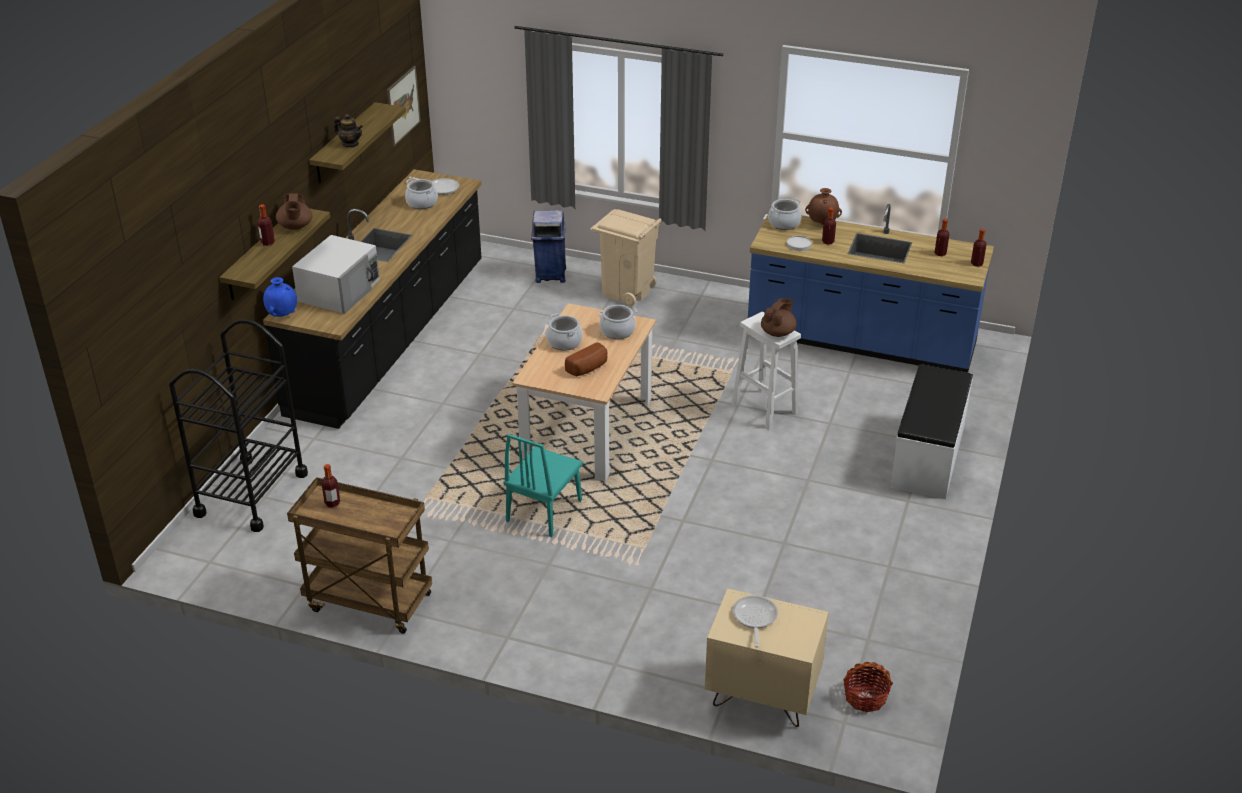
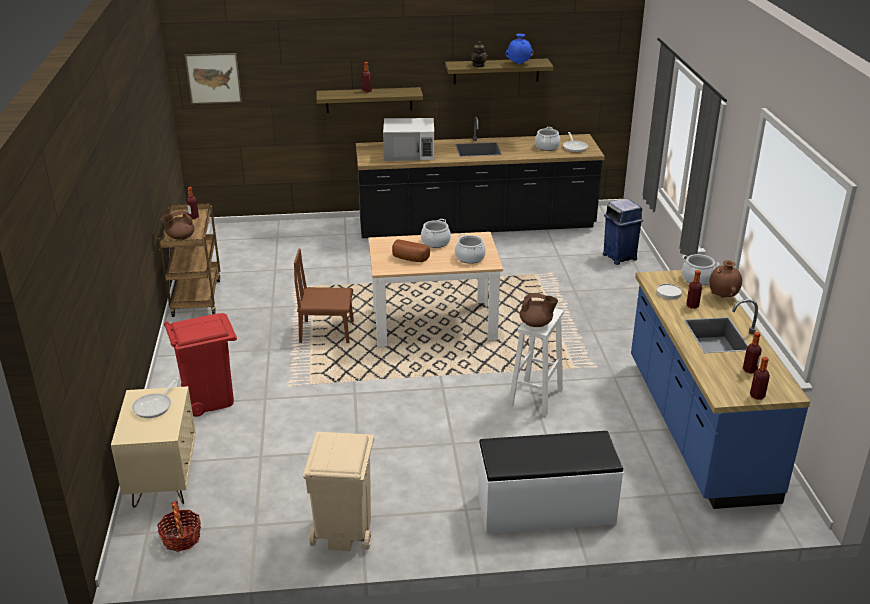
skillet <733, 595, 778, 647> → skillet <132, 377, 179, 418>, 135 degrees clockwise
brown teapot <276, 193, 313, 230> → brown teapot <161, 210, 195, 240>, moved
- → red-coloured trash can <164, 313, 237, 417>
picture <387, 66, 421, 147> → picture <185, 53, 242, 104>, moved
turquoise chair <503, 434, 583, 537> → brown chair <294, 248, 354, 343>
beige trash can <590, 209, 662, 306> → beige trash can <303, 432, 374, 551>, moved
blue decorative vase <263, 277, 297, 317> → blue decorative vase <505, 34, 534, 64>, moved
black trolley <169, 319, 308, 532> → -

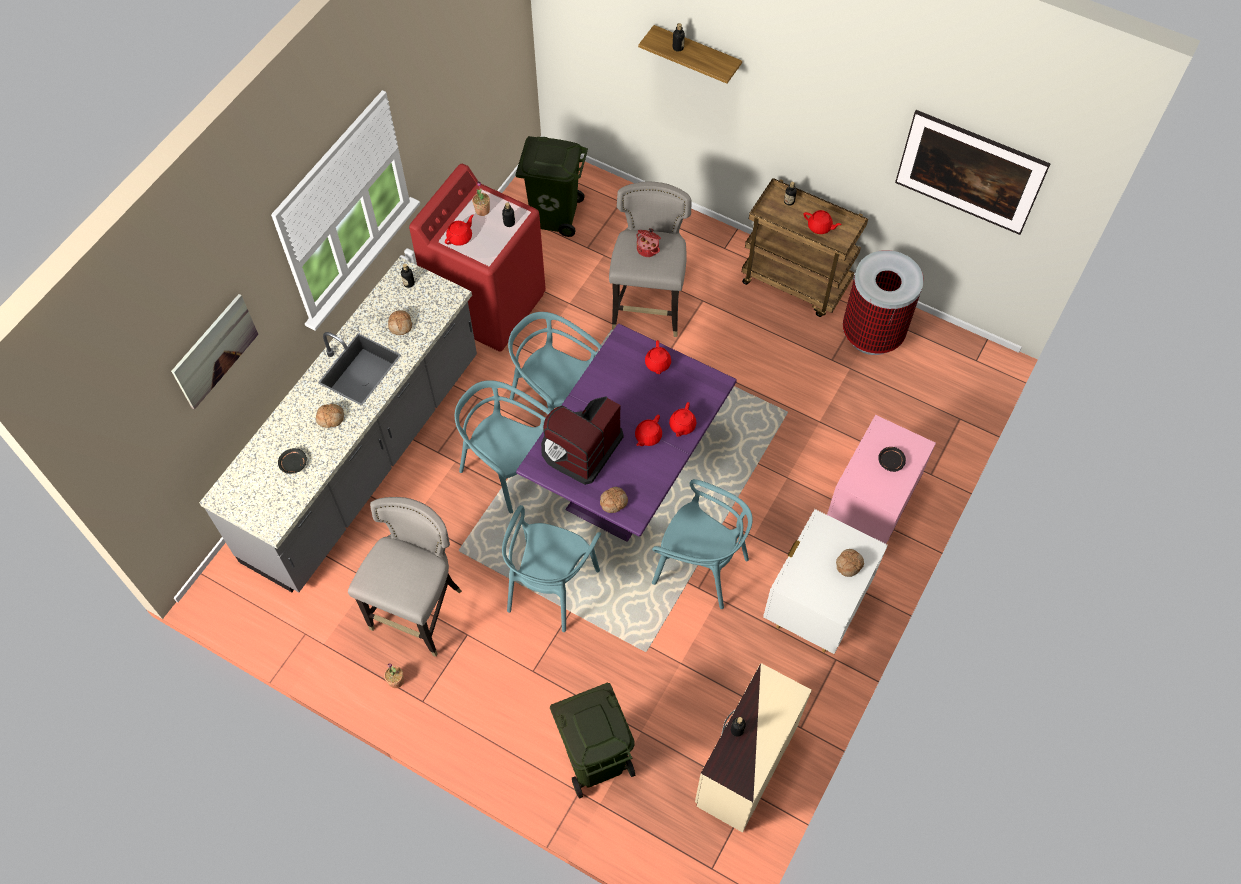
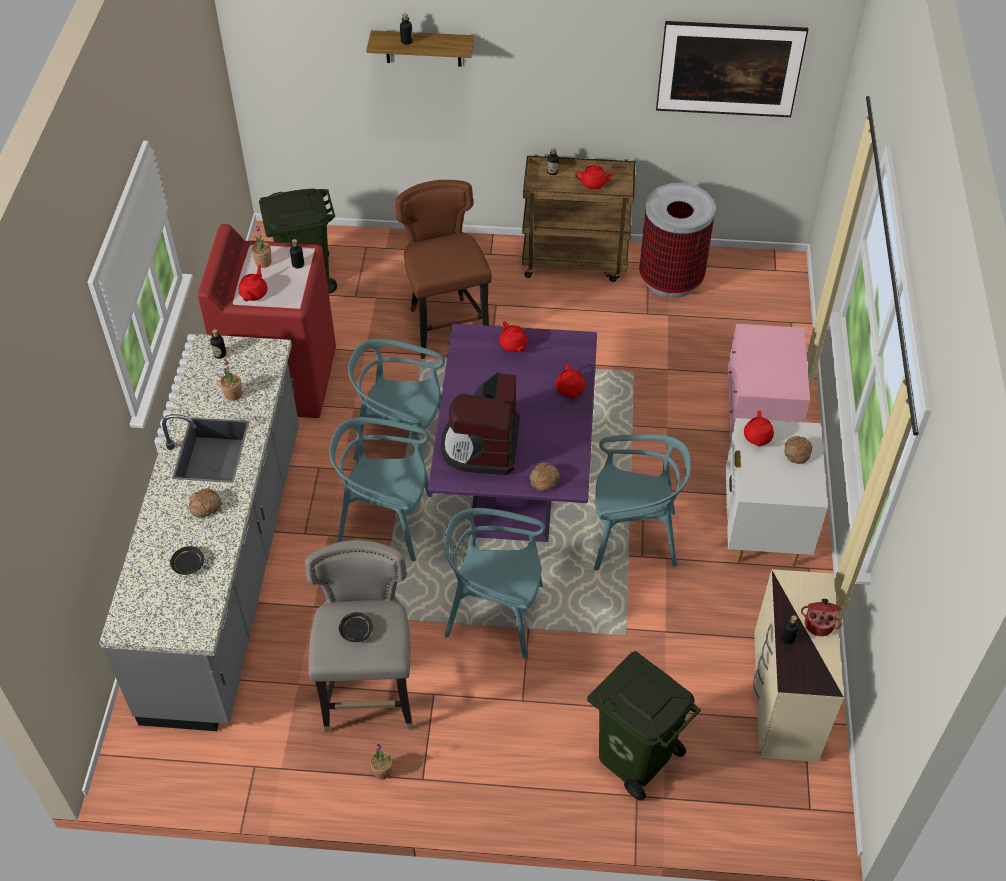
bread <388, 310, 412, 335> → plant in a pot <220, 359, 242, 401>
black dinner plate <878, 447, 906, 472> → black dinner plate <339, 612, 373, 642>, moved
grey stool <609, 182, 691, 337> → brown stool <396, 180, 492, 359>
turquoise chair <502, 505, 601, 632> → turquoise chair <444, 508, 545, 659>, 105 degrees clockwise
red-coloured teapot <635, 415, 662, 446> → red-coloured teapot <744, 411, 774, 447>, moved
saucepot <636, 228, 661, 257> → saucepot <801, 599, 842, 636>, moved
picture <171, 294, 258, 410> → -

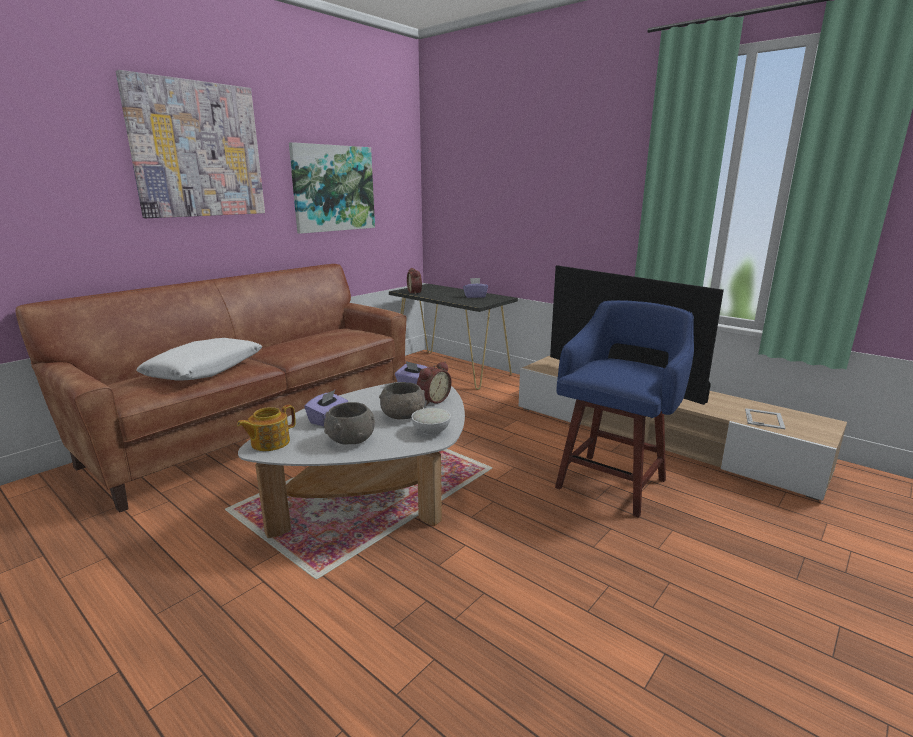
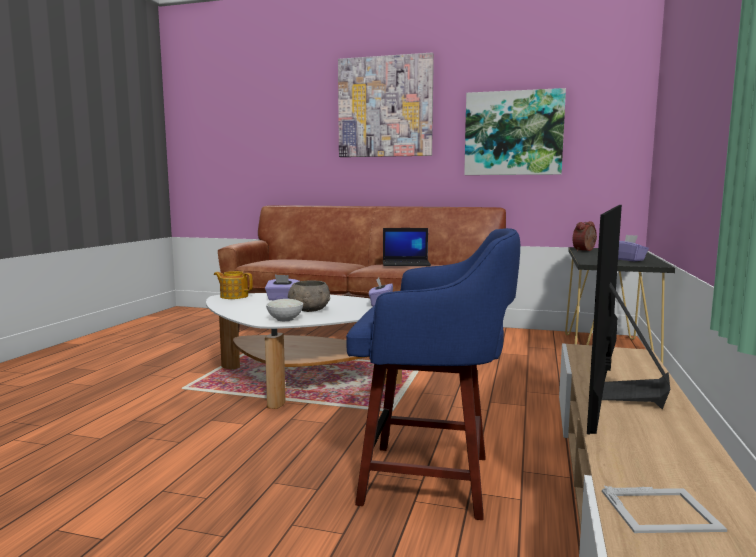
- → portable computer <383, 228, 431, 266>
white-coloured pillow <136, 338, 262, 381> → -
grey serving bowl <324, 402, 375, 444> → -
alarm clock <417, 362, 452, 406> → -

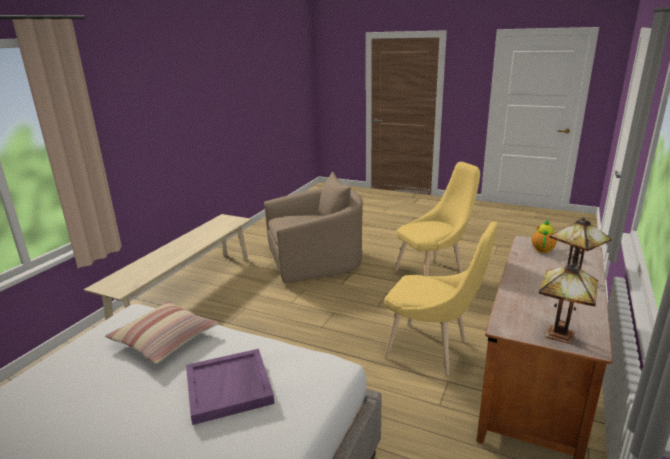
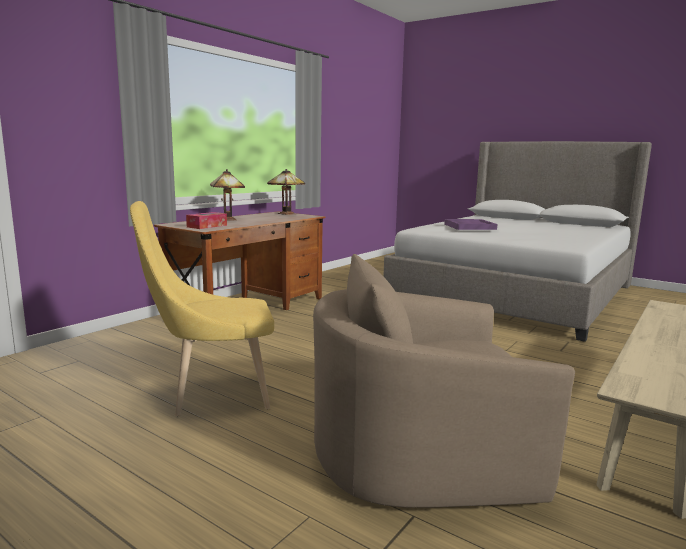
teapot <532, 219, 557, 253> → box of tissues <186, 212, 227, 229>
pillow <105, 301, 219, 364> → -
yellowish chair <384, 222, 498, 375> → -

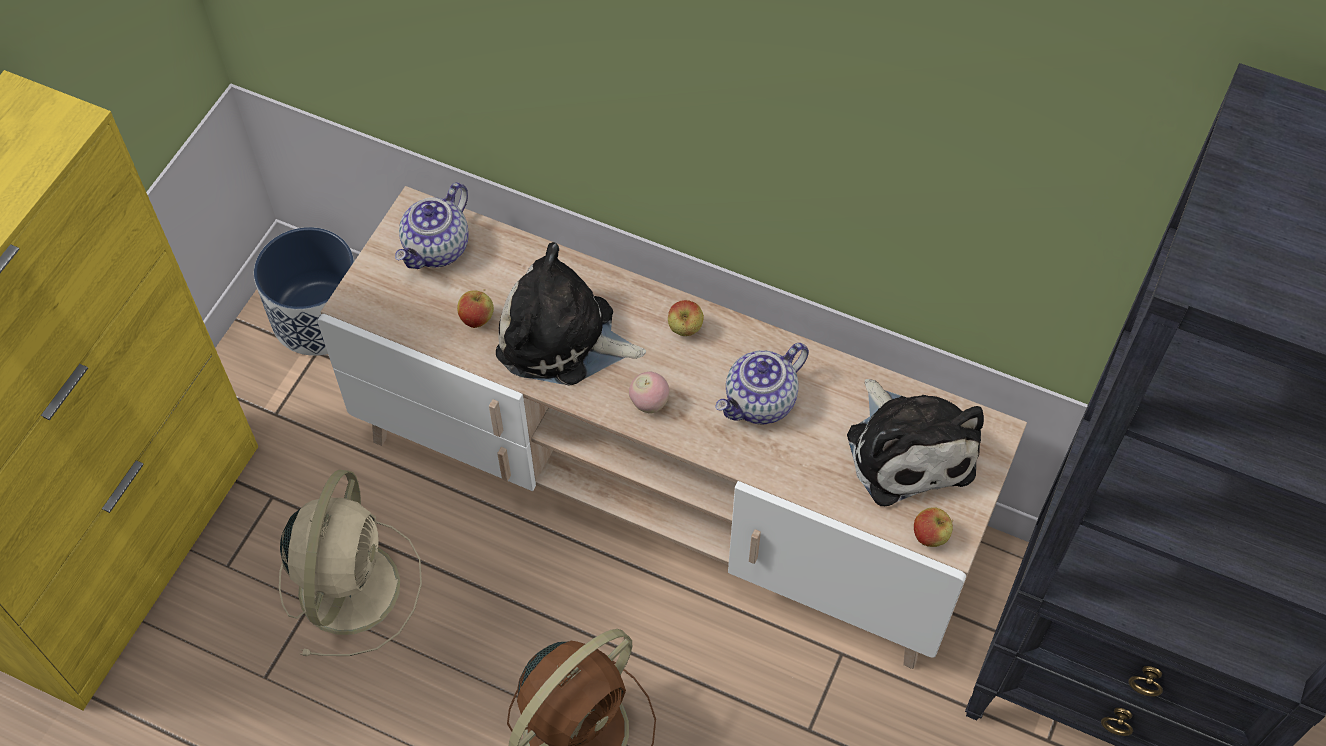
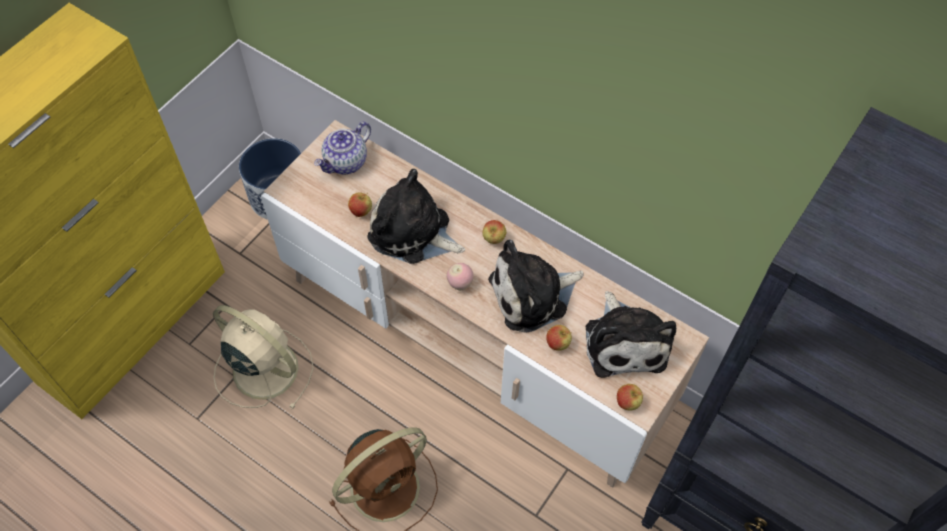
beige electric fan <279, 469, 422, 656> → beige electric fan <213, 305, 314, 410>, 75 degrees counterclockwise
teapot <715, 343, 809, 425> → soft toy <488, 239, 583, 333>
- → apple <546, 325, 572, 351>

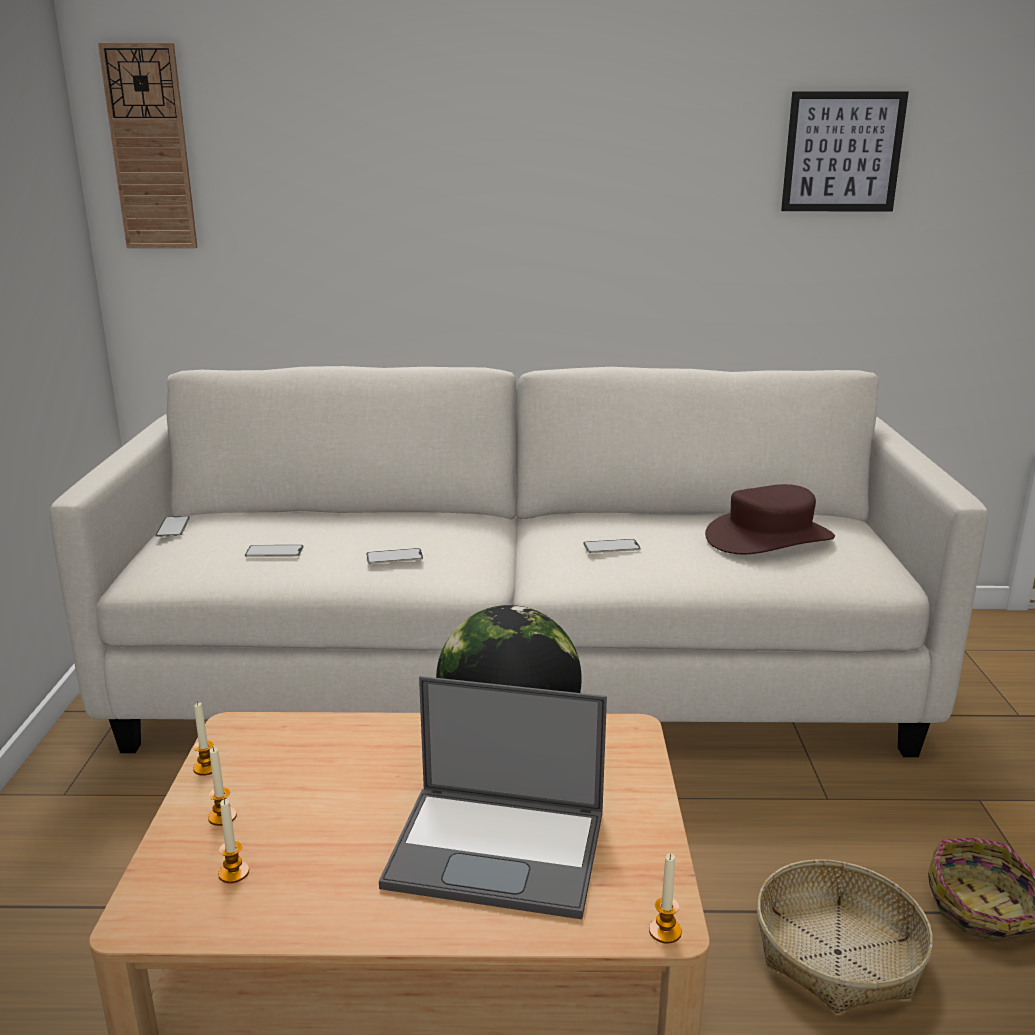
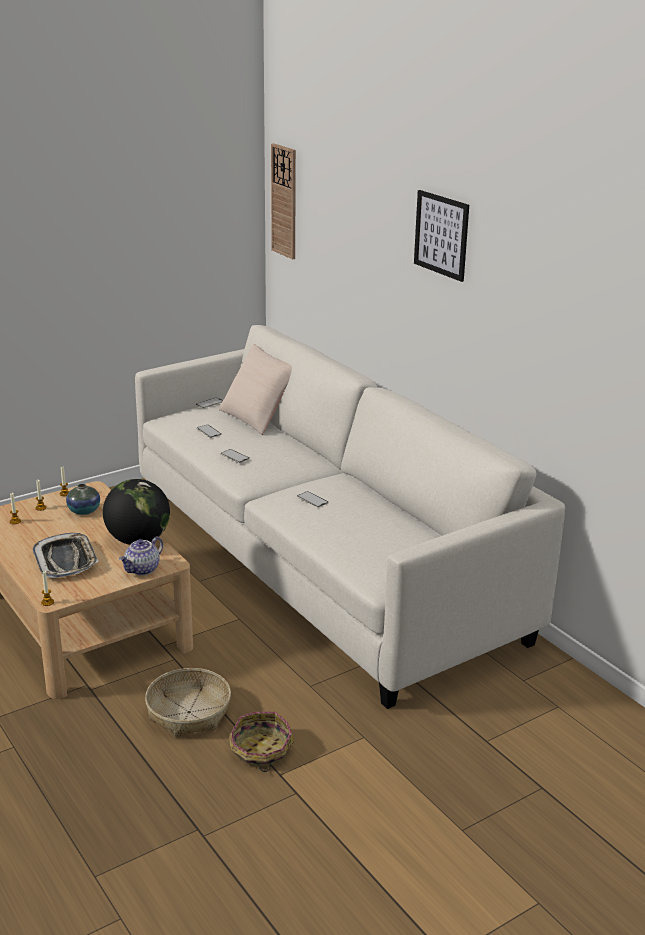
portable computer <379, 676, 607, 919> → tray <33, 533, 98, 578>
- → decorative vase <66, 484, 100, 515>
- → teapot <119, 536, 163, 576>
- → beige pillow <219, 344, 292, 435>
picture <781, 91, 909, 211> → picture <414, 190, 469, 282>, moved
brown wearable hat <705, 484, 835, 554> → -

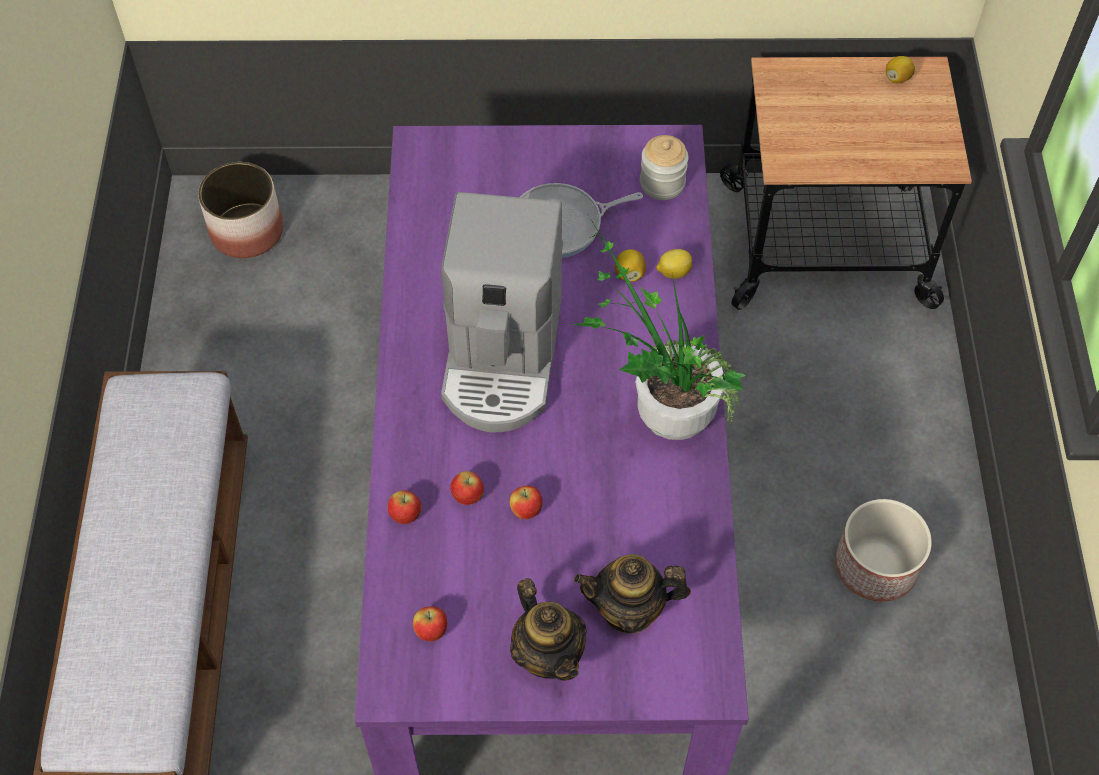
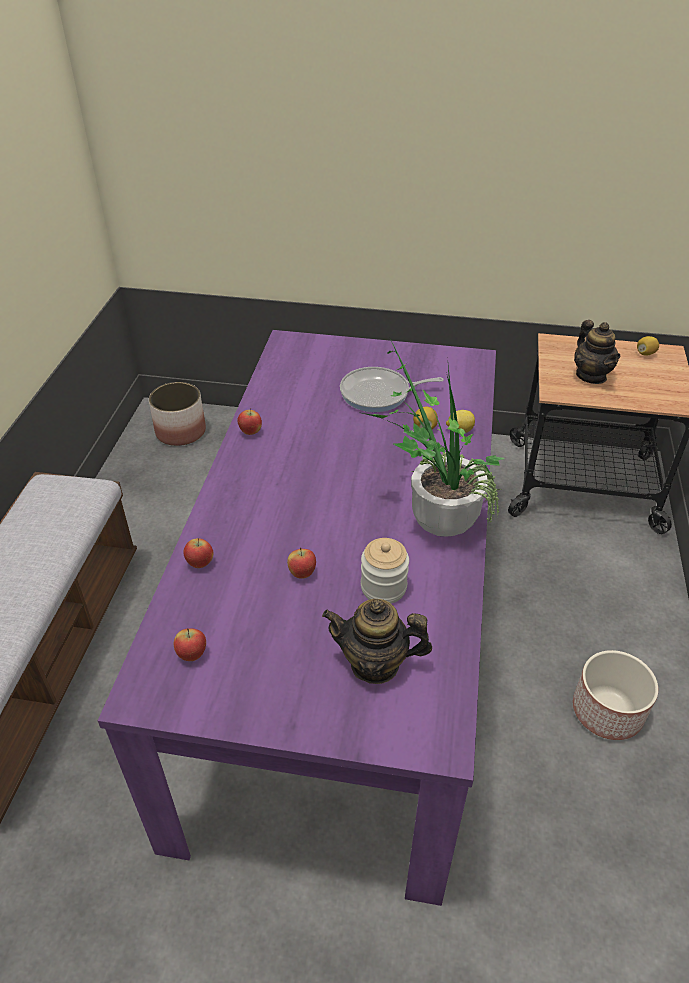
apple <450, 471, 484, 505> → apple <237, 410, 262, 435>, moved
storage jar <640, 135, 689, 200> → storage jar <361, 538, 409, 604>, moved
teapot <510, 578, 587, 681> → teapot <574, 320, 620, 384>, moved
coffee machine <441, 192, 563, 432> → -

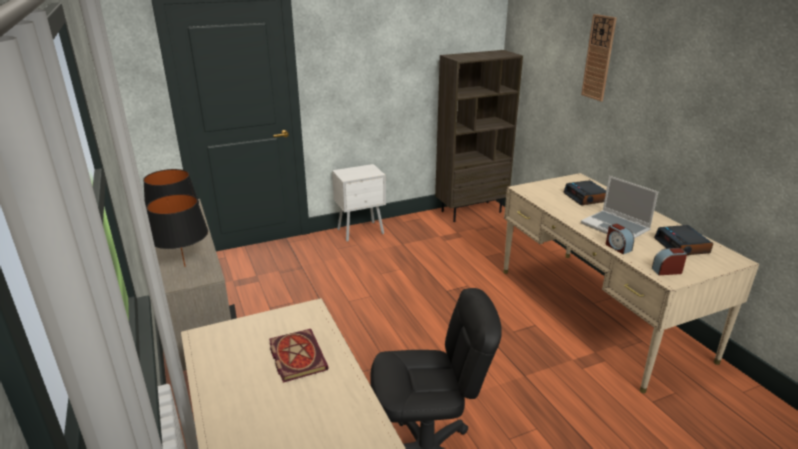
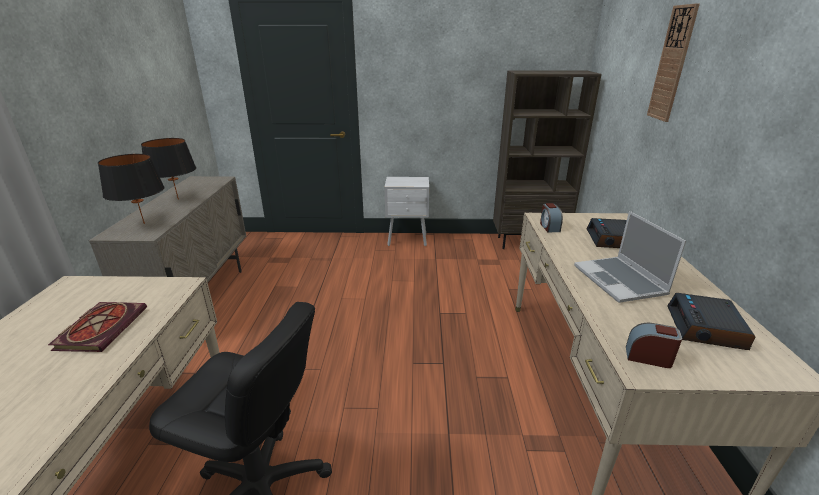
alarm clock <606, 224, 634, 254> → alarm clock <540, 203, 563, 232>, moved

